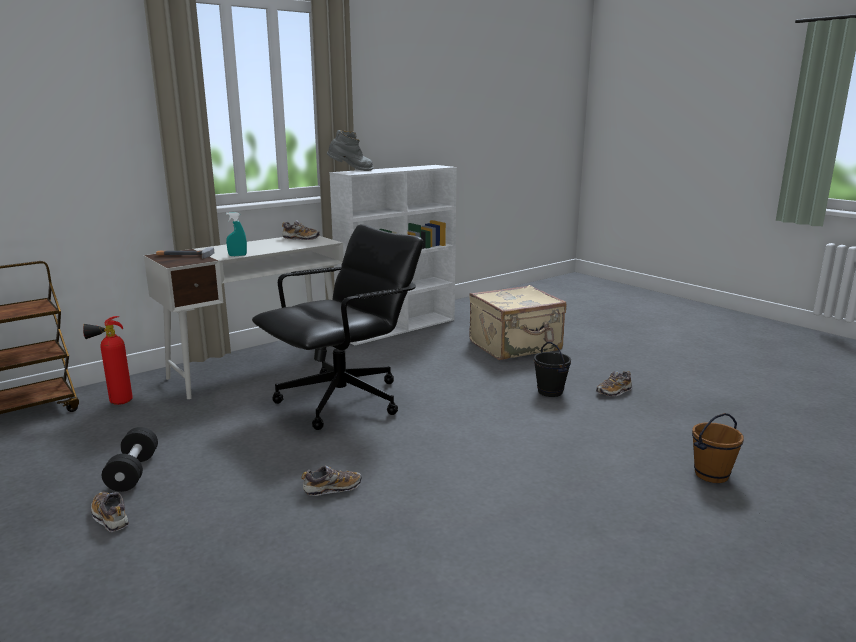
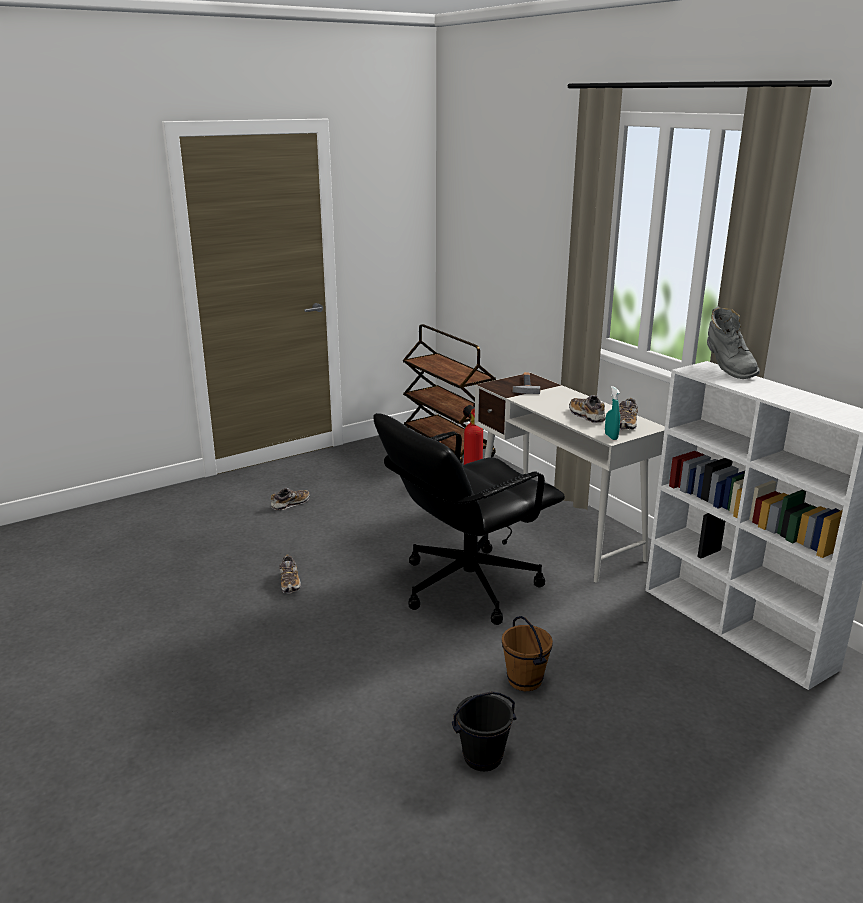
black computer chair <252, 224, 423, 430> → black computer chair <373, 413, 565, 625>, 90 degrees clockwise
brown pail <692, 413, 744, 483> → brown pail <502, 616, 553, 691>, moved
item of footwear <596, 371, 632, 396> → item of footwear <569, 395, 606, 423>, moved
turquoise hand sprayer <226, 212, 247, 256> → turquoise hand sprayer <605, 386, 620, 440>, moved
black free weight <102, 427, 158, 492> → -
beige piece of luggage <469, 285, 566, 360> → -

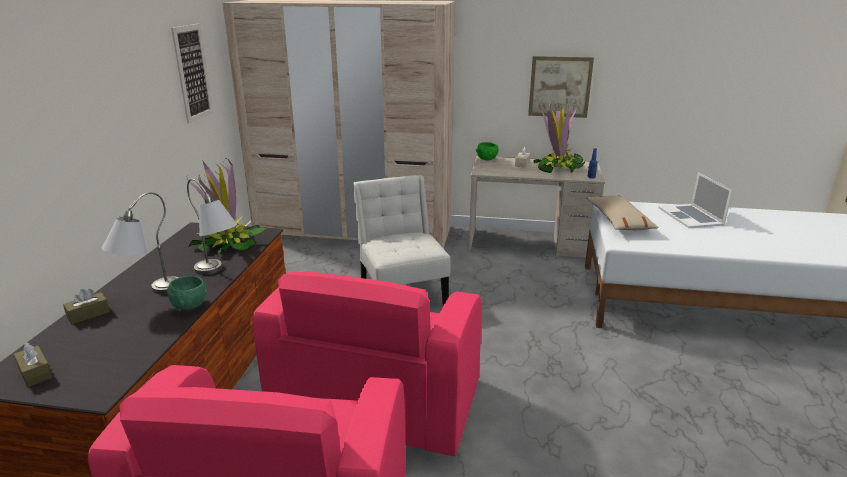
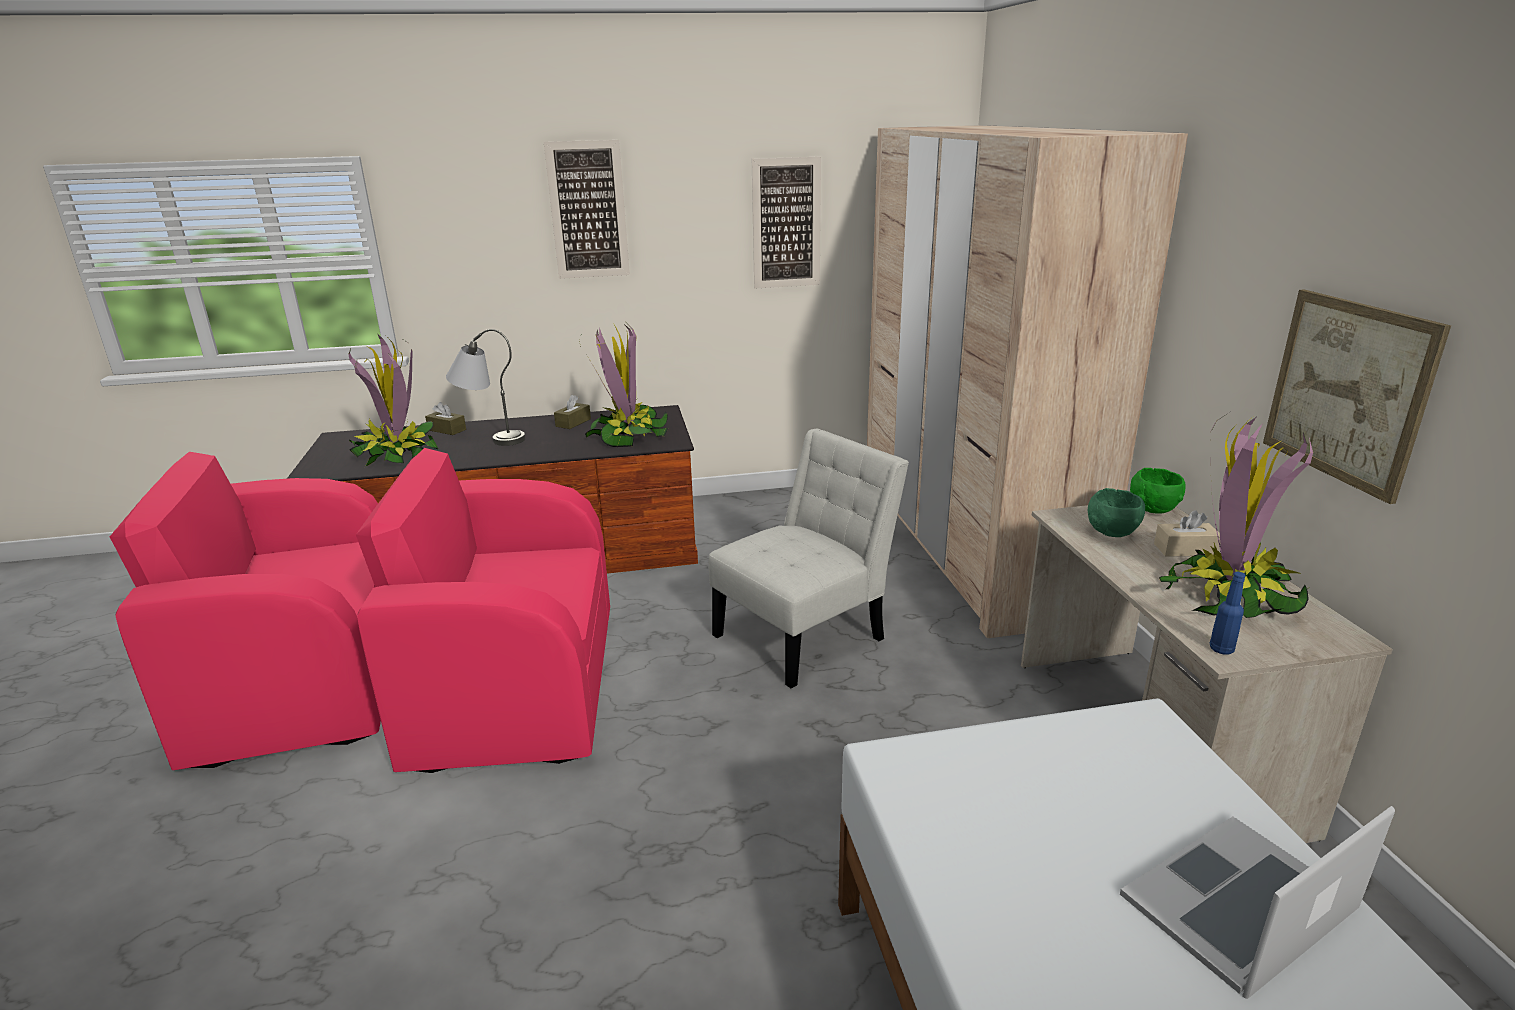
- → plant in a pot <348, 335, 438, 469>
- → picture <544, 140, 630, 279>
brown box of tissues <14, 343, 53, 387> → brown box of tissues <554, 395, 591, 429>, moved
green-coloured serving bowl <167, 276, 208, 310> → green-coloured serving bowl <1087, 488, 1145, 537>, moved
grey tabletop lamp <187, 179, 237, 275> → -
beige pillow <586, 195, 659, 230> → -

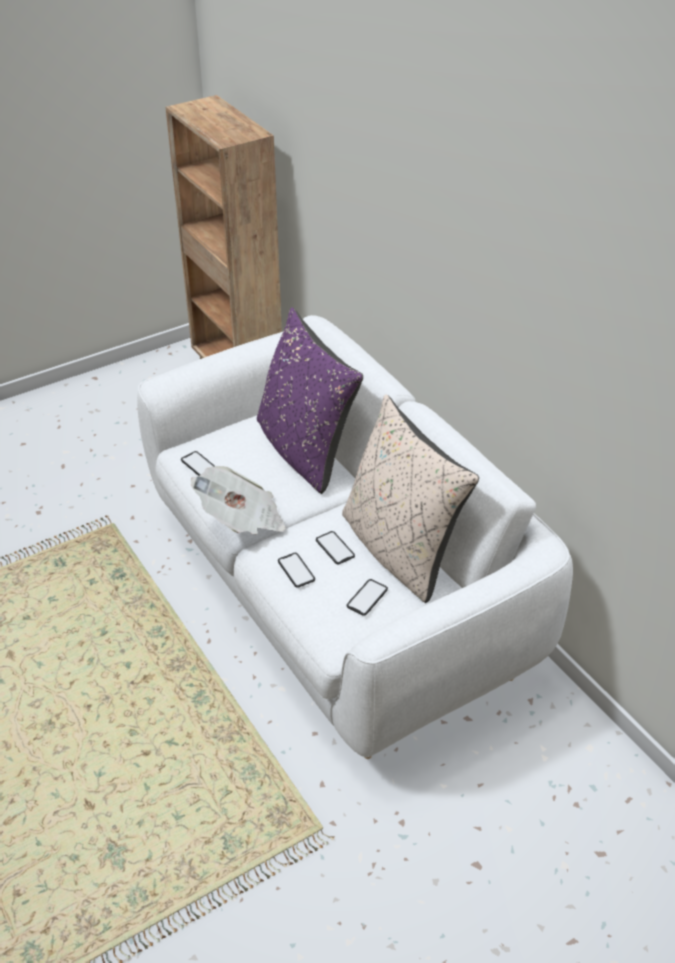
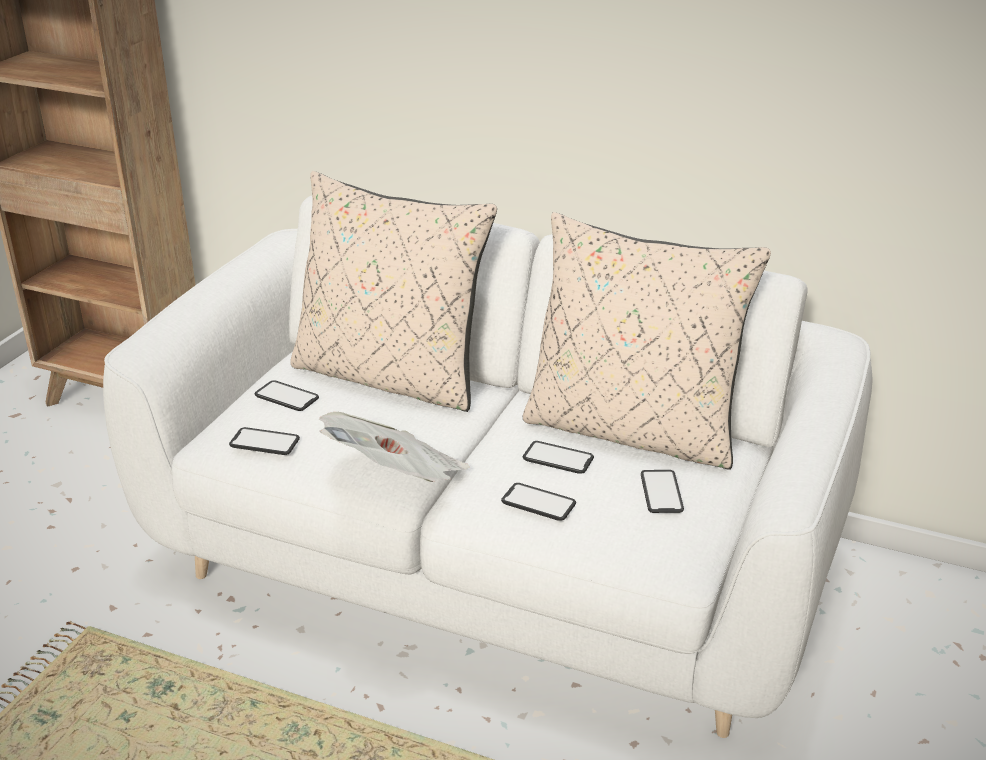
- → handset <255, 380, 319, 411>
purplish pillow <257, 307, 363, 494> → beige pillow <290, 171, 497, 412>

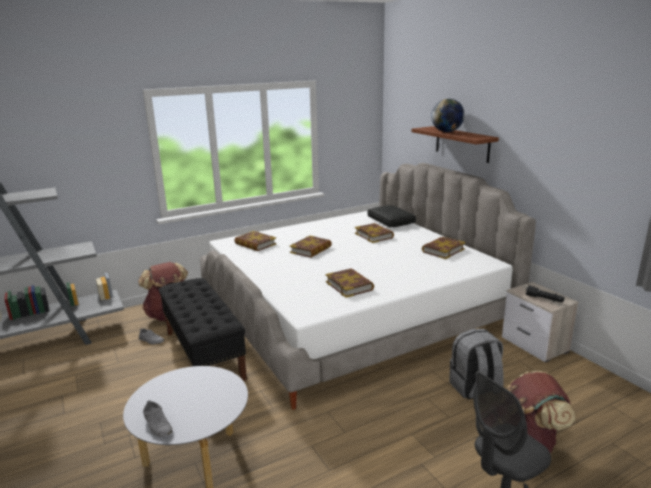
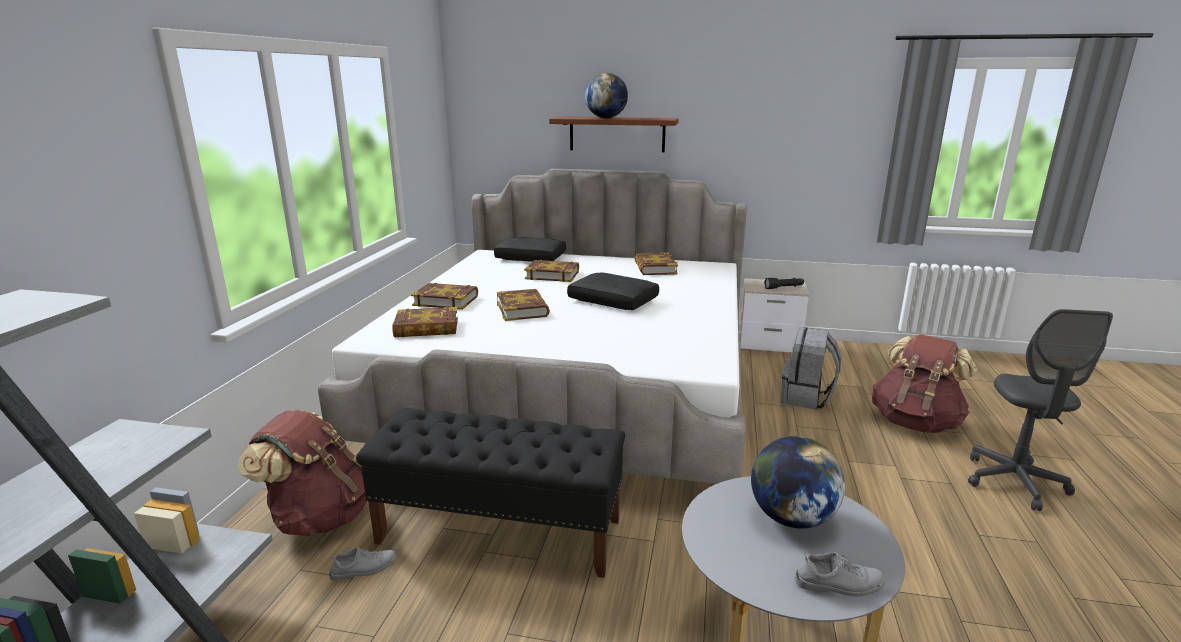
book <325, 268, 374, 298> → book <411, 283, 478, 310>, moved
- → black pillow <567, 272, 659, 310>
- → desk globe <751, 436, 845, 529>

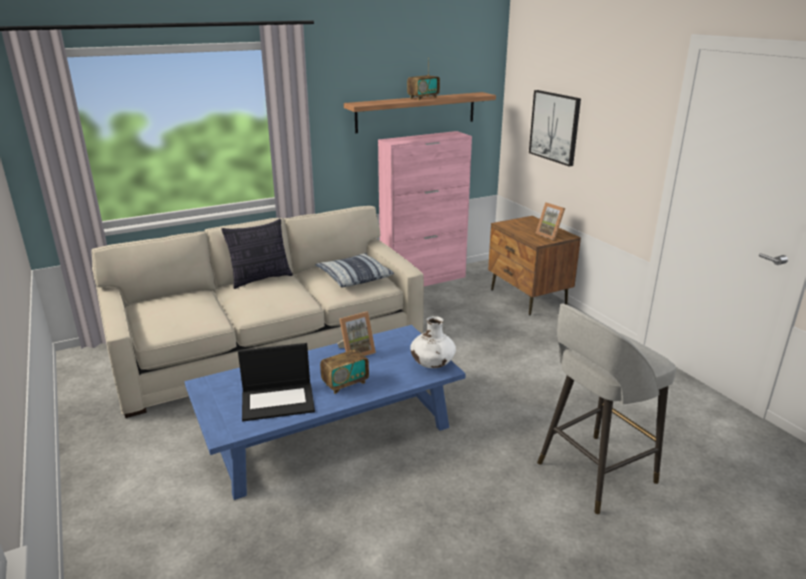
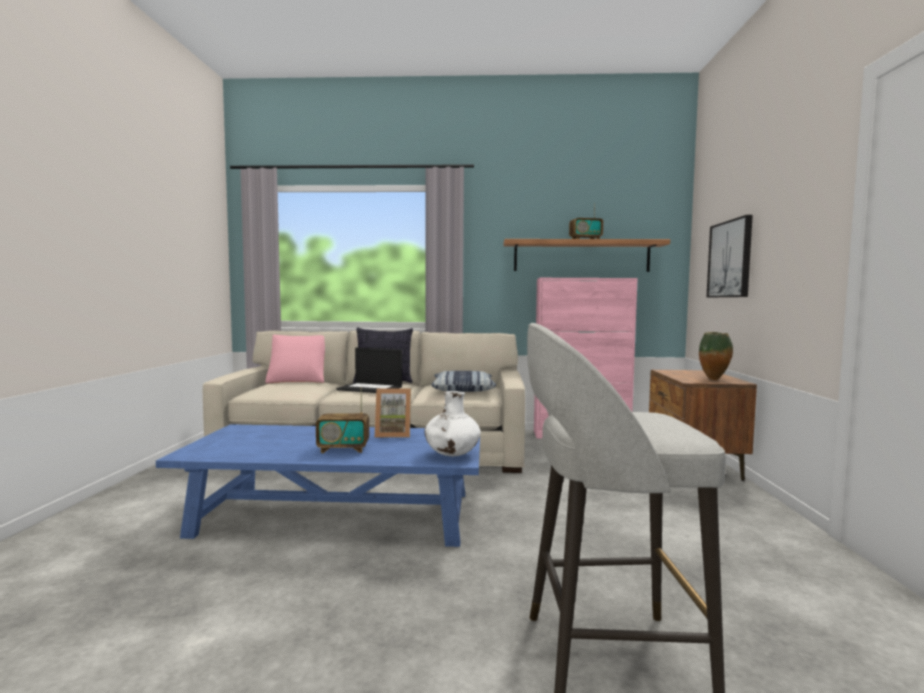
- → pinkish pillow <265, 335, 325, 383>
portable computer <238, 343, 315, 421> → portable computer <336, 348, 402, 393>, moved
standing frame <535, 202, 565, 240> → decorative vase <699, 332, 733, 380>

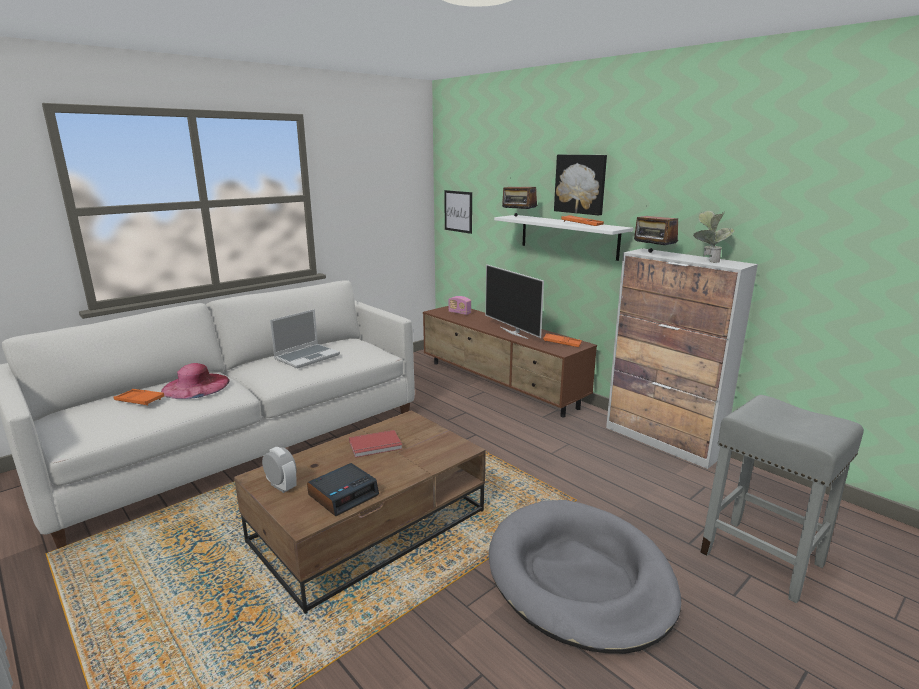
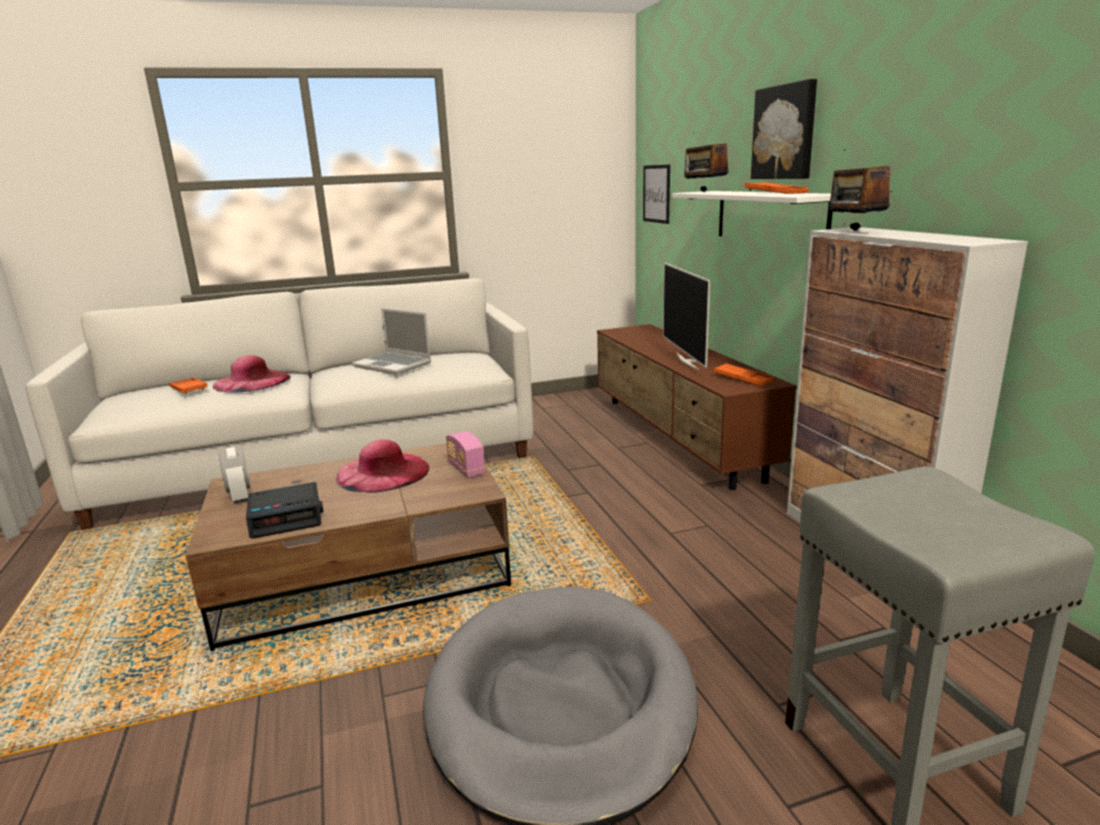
red-coloured book <349, 430, 402, 458> → pinkish wearable hat <336, 440, 429, 493>
portable computer <270, 309, 340, 369> → portable computer <352, 308, 431, 375>, 60 degrees clockwise
radio set <448, 296, 471, 315> → radio set <446, 431, 485, 478>, moved
plant in a pot <693, 211, 734, 263> → -

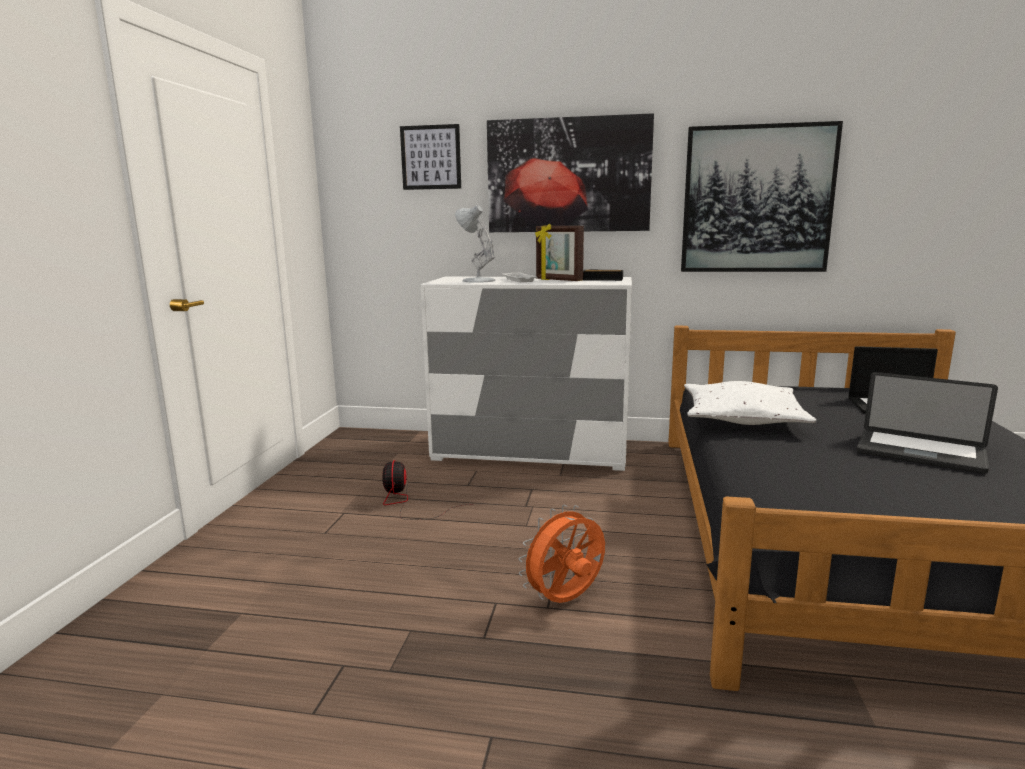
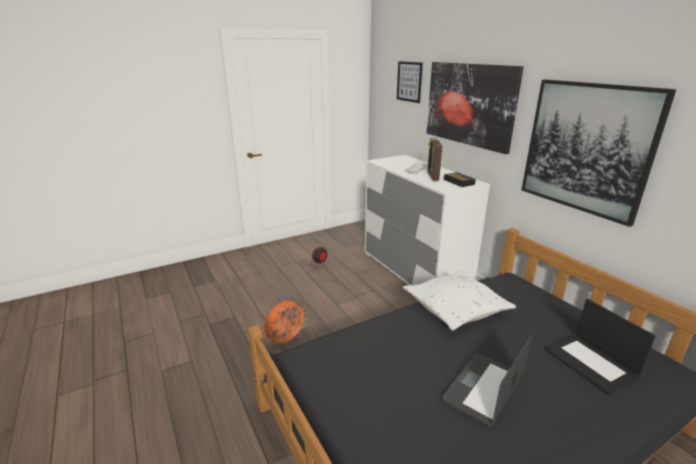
orange-coloured electric fan <519, 504, 605, 603> → orange-coloured electric fan <264, 301, 308, 348>, 120 degrees clockwise
portable computer <857, 372, 998, 474> → portable computer <442, 335, 532, 427>, 45 degrees clockwise
white-coloured tabletop lamp <455, 205, 496, 283> → -

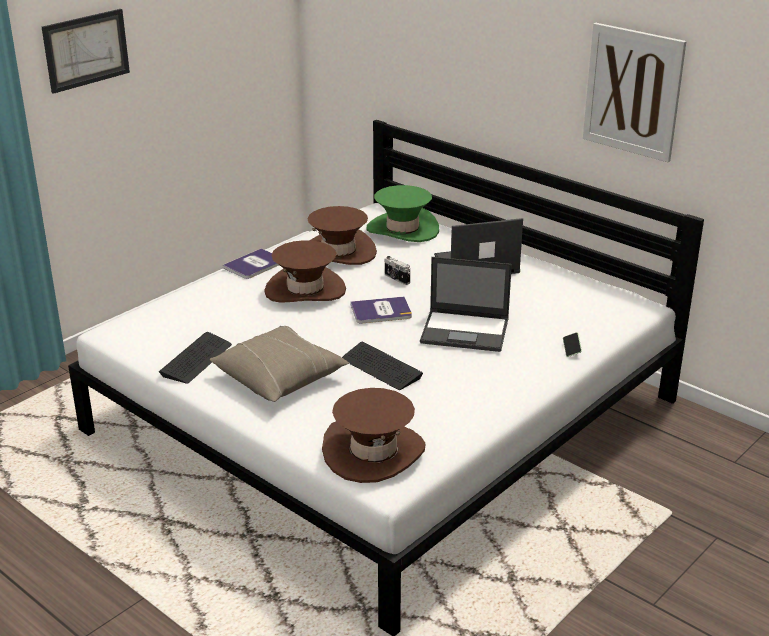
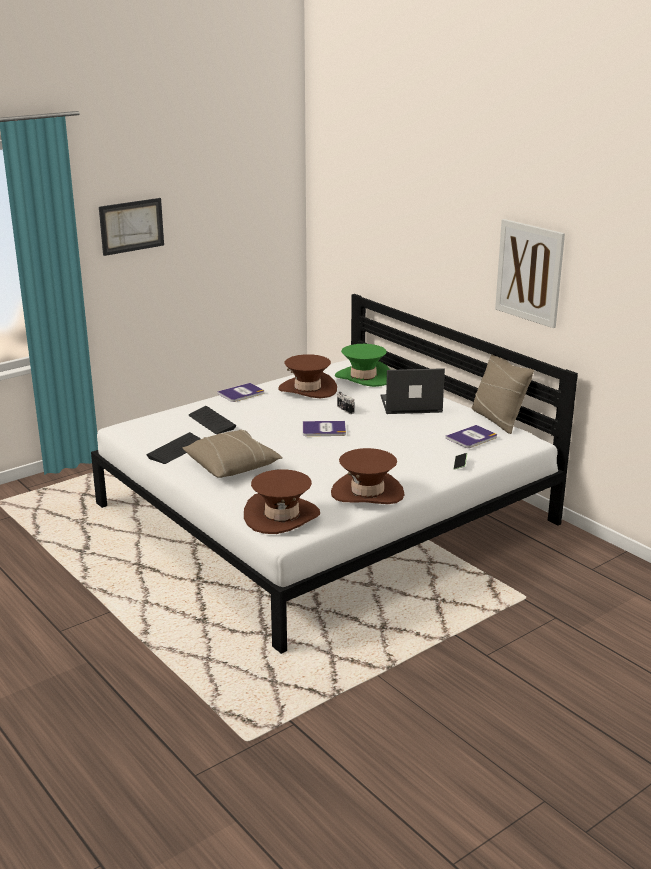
PC keyboard <342, 342, 423, 390> → PC keyboard <188, 406, 237, 434>, moved
brown wearable hat <264, 240, 346, 303> → brown wearable hat <331, 448, 404, 504>, moved
- → book <445, 425, 497, 448>
- → beige pillow <471, 354, 534, 434>
portable computer <420, 257, 512, 352> → -

